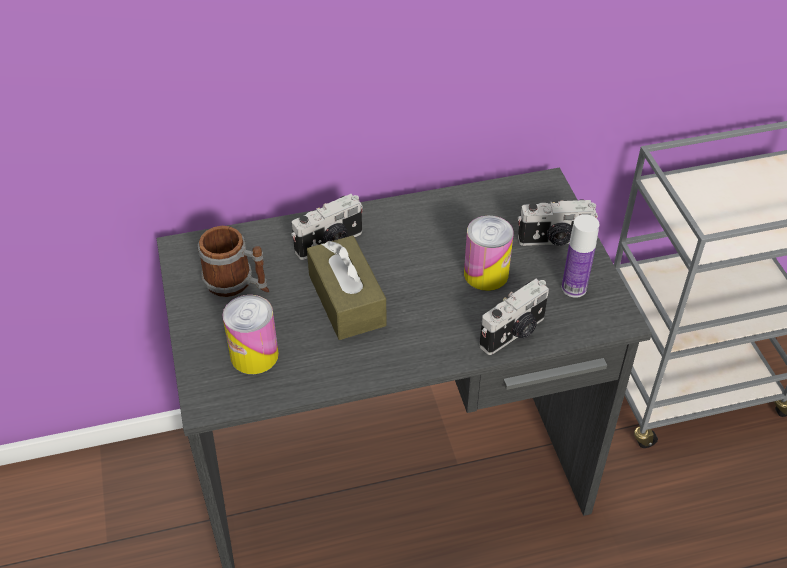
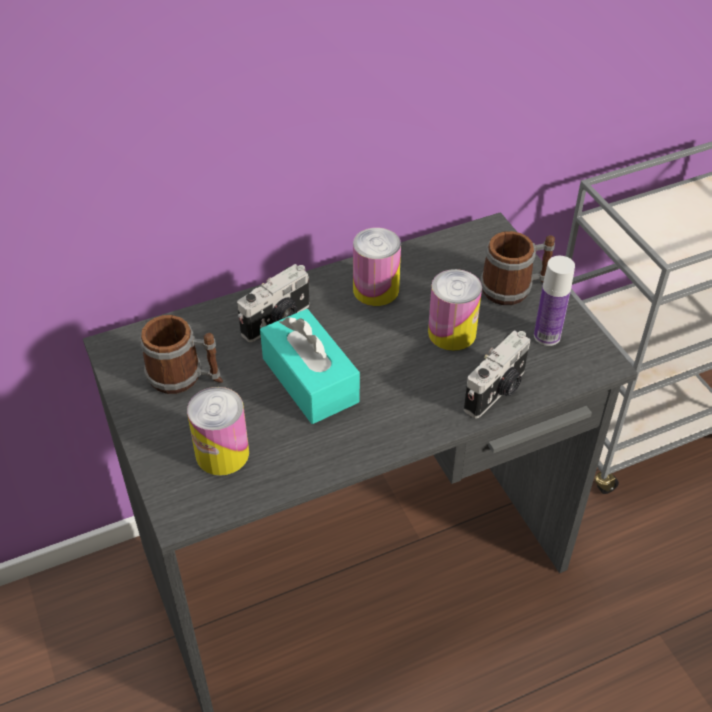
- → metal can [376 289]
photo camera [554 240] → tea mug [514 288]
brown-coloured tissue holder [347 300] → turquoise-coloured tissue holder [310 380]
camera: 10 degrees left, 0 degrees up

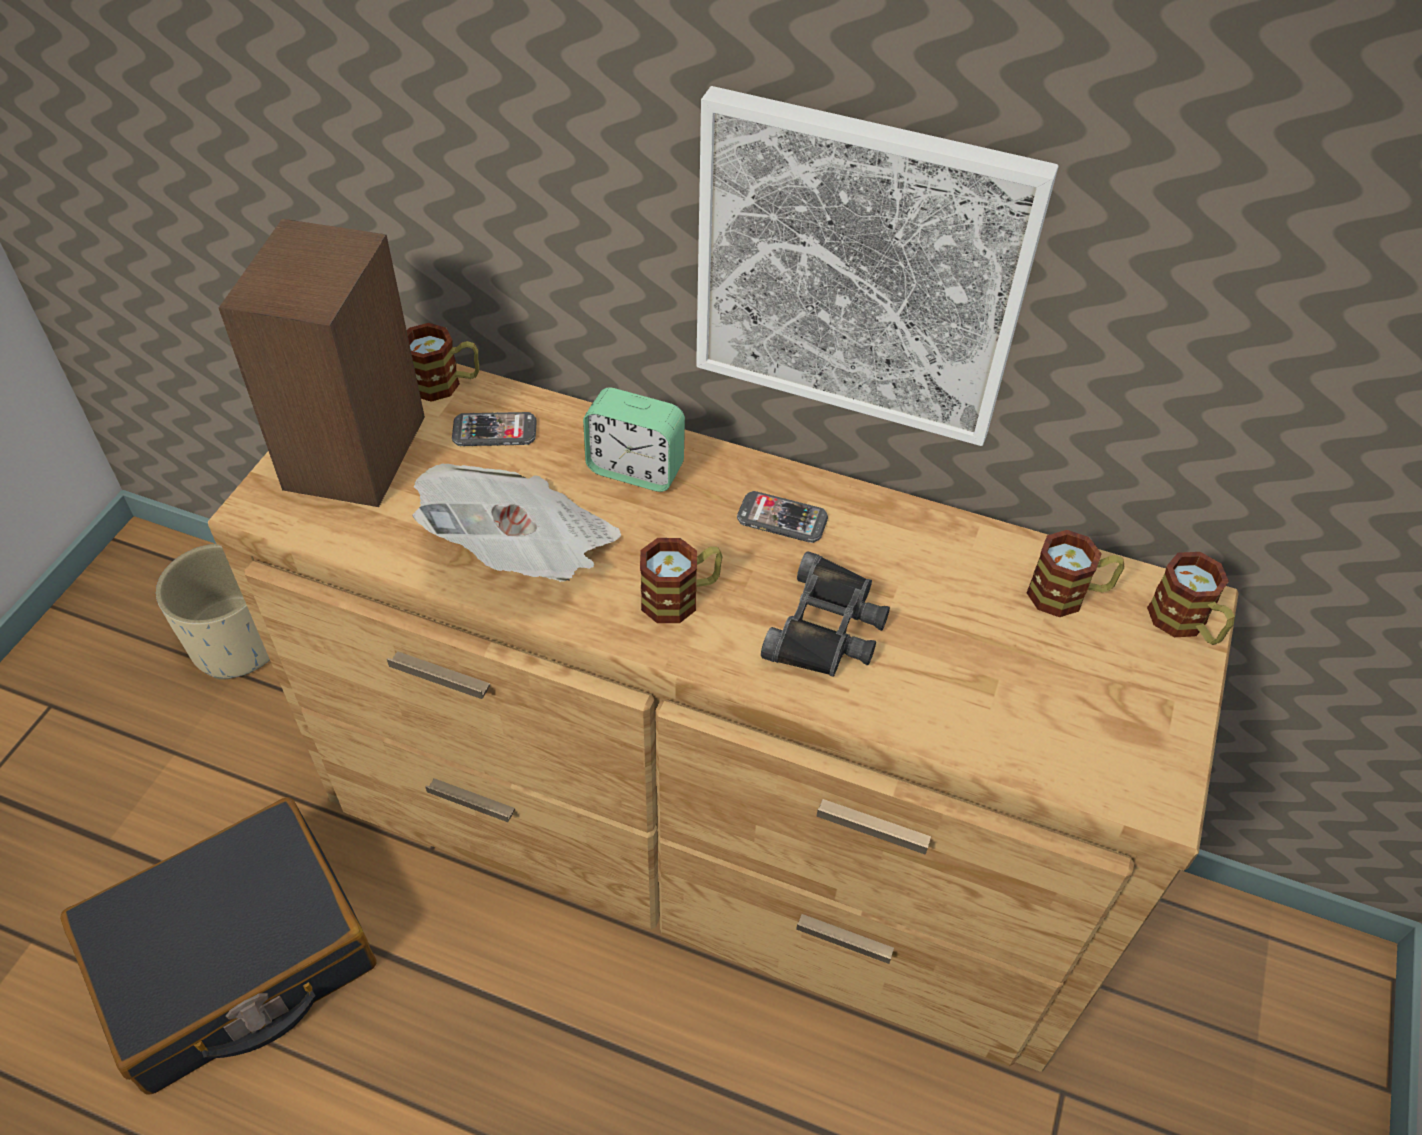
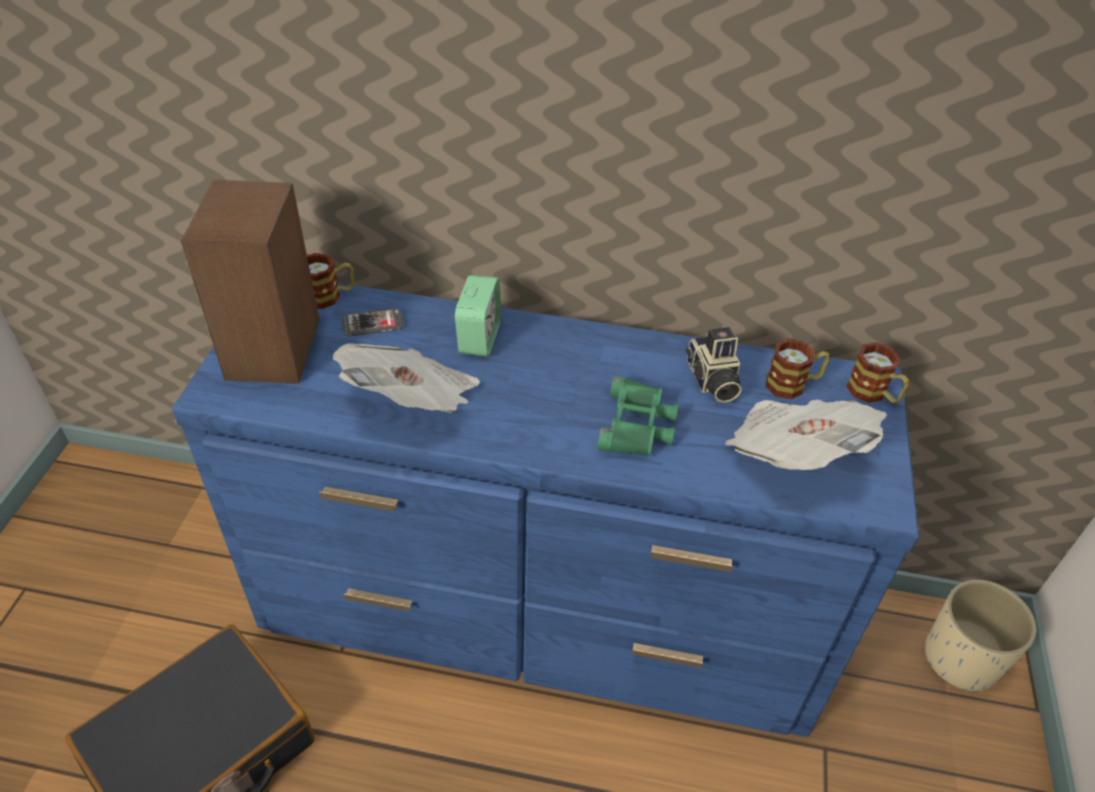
tea mug [681 597] → -
picture [859 271] → -
phone [782 519] → -
- → photo camera [711 381]
- → daily paper [793 454]
beige-coloured planter [238 644] → beige-coloured planter [961 659], relocated
brown-coloured chest of drawers [706 833] → bluish chest of drawers [541 609]
black binoculars [827 627] → green binoculars [638 425]
alarm clock [635 469] → alarm clock [479 338], 90 degrees counterclockwise
camera: 10 degrees left, 5 degrees down

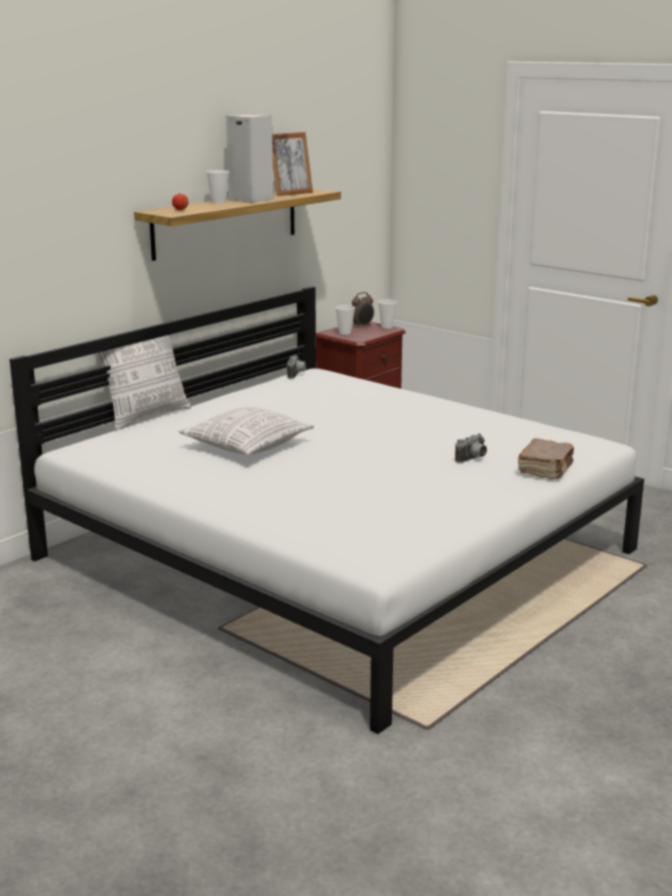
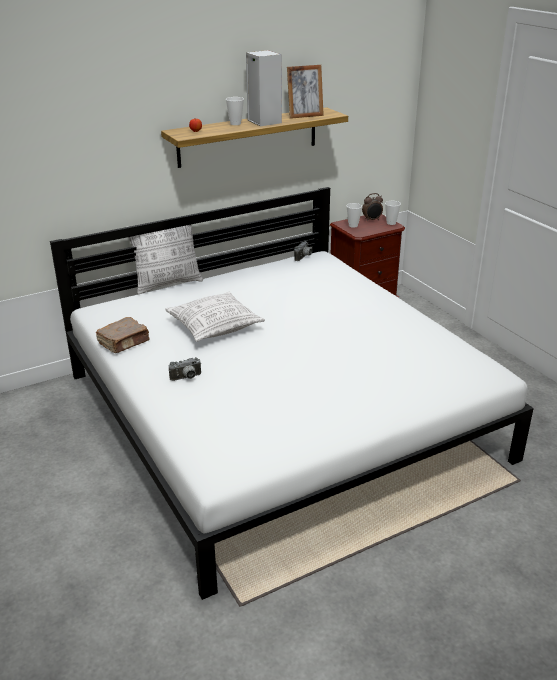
photo camera [473 459] → photo camera [186 378], relocated
brown-coloured book [546 469] → brown-coloured book [124 342], relocated
camera: 20 degrees right, 10 degrees up

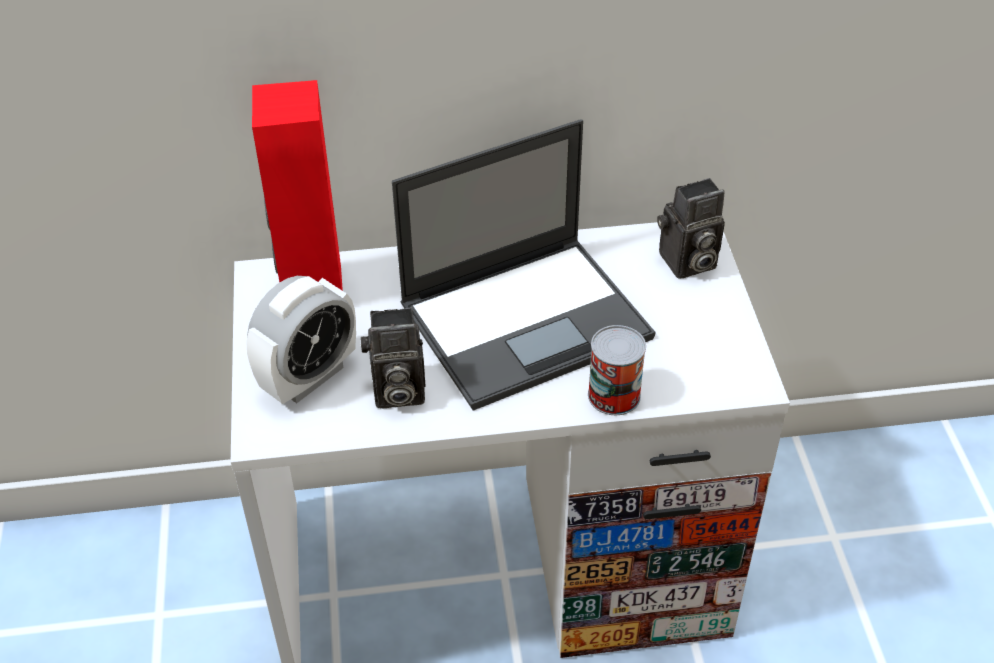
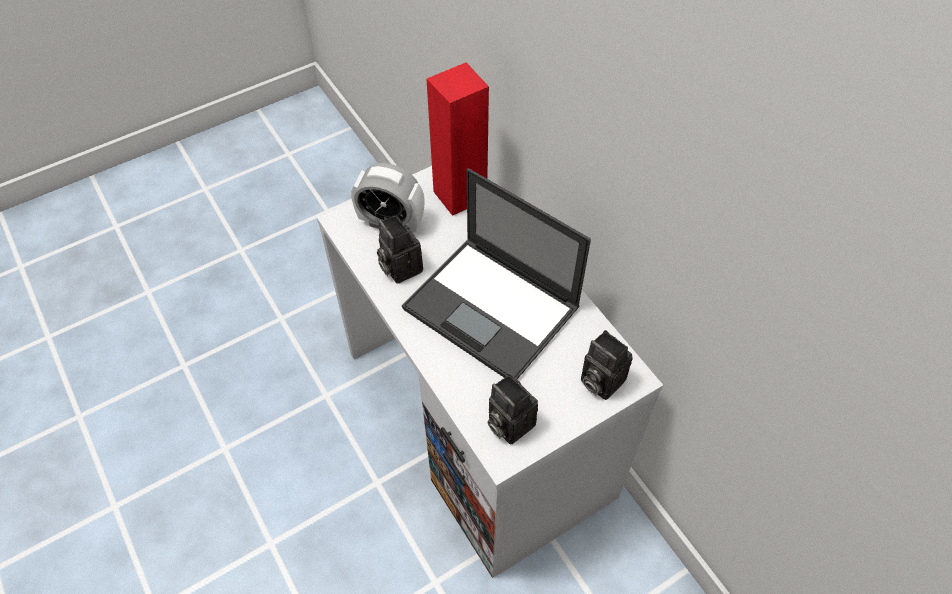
metal can [614 395] → -
- → photo camera [508 423]
camera: 65 degrees right, 10 degrees up

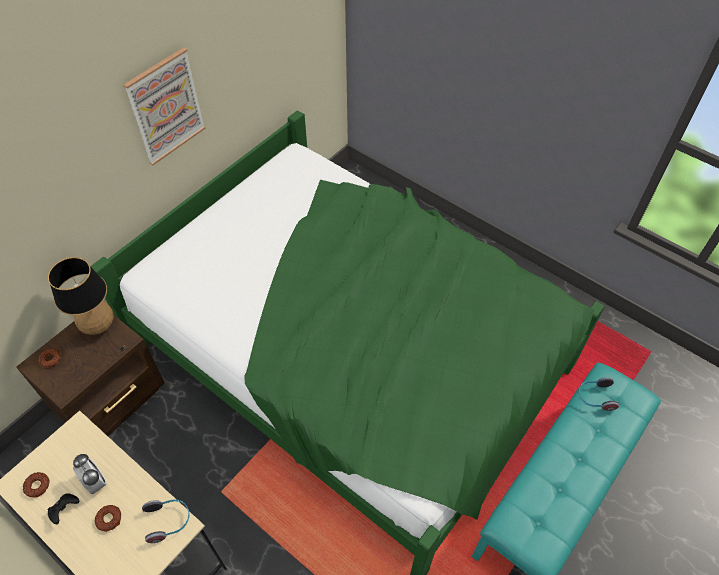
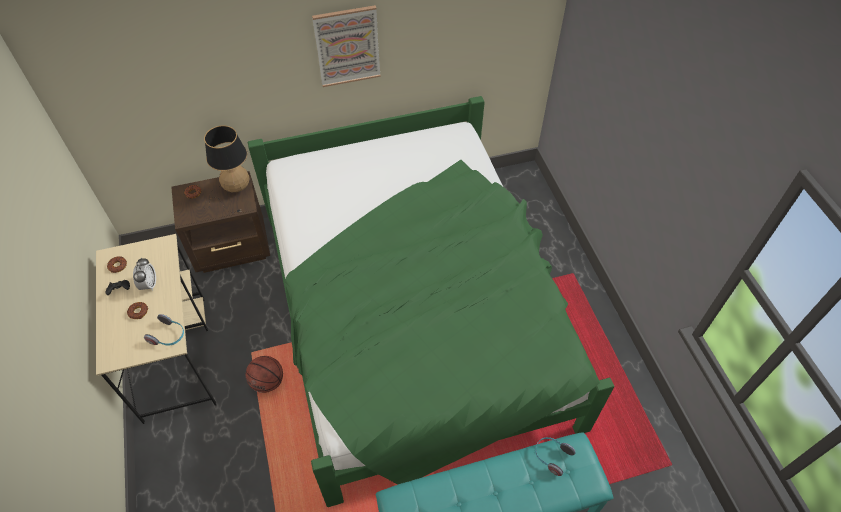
- → ball for basketball [268 382]
camera: 35 degrees right, 0 degrees up

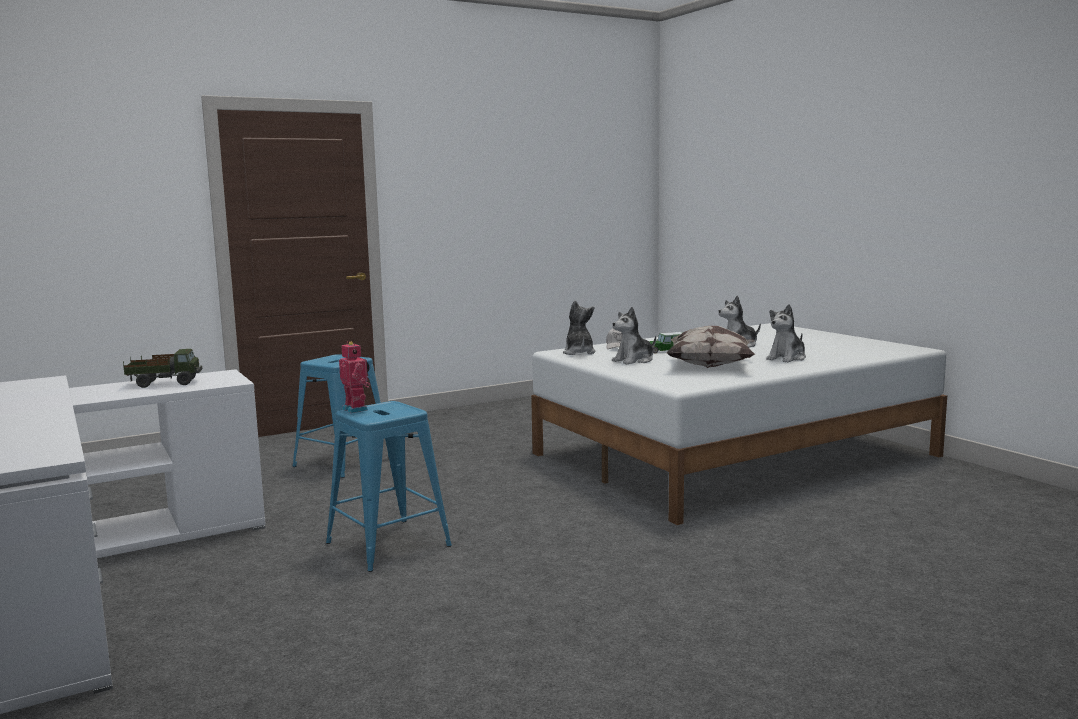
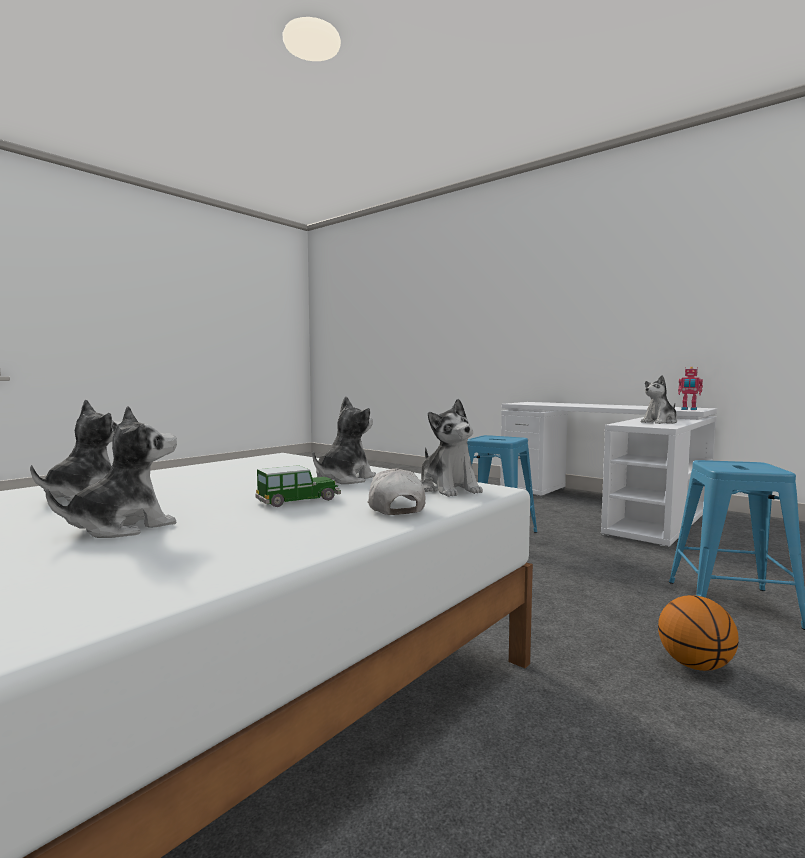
pillow [711 366] → -
- → ball for basketball [694 665]
toy robot [356 409] → toy robot [689 409], relocated
model truck [164 383] → cuddly toy [660 422]
camera: 160 degrees right, 5 degrees down

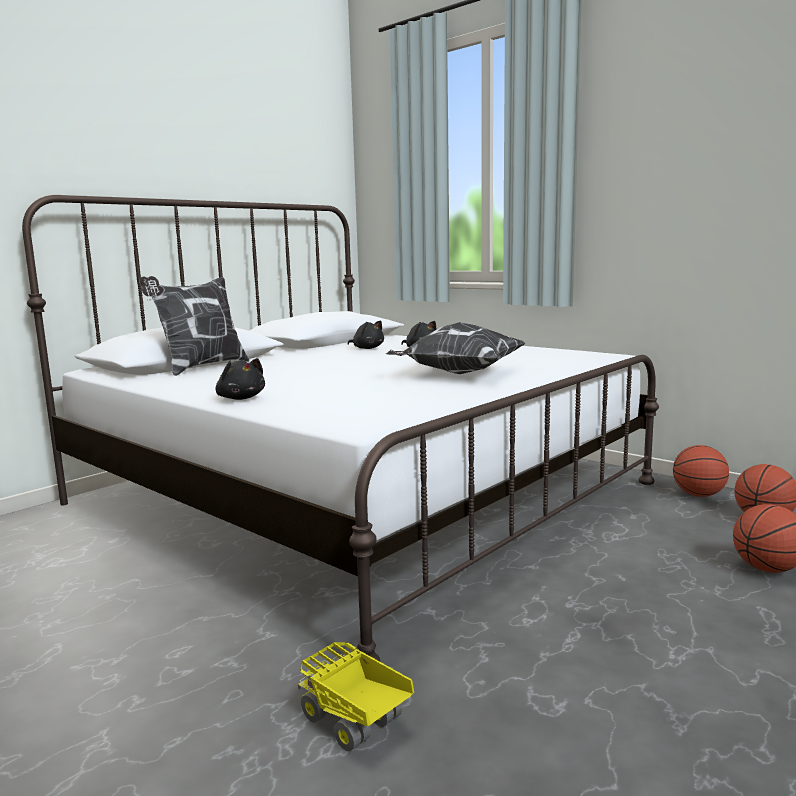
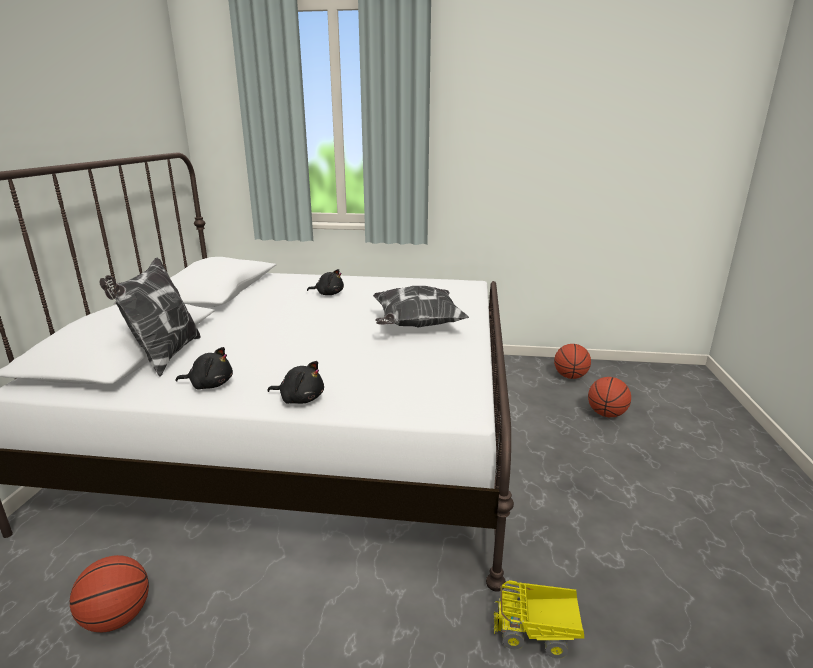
black cuddly toy [367 348] → black cuddly toy [210 385], relocated
ball for basketball [698 495] → ball for basketball [117 617], relocated
camera: 35 degrees left, 10 degrees up

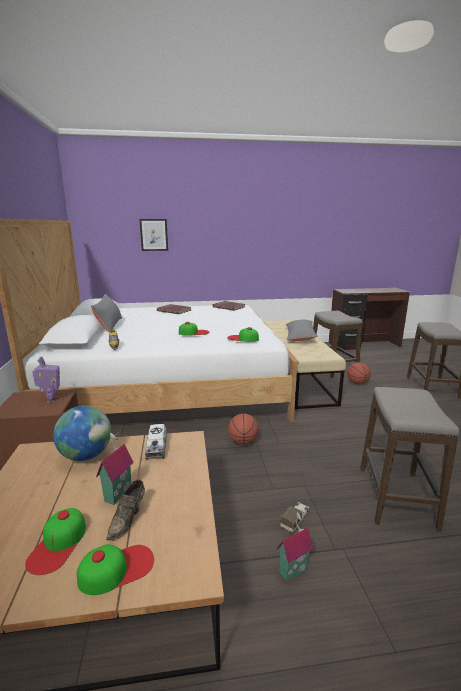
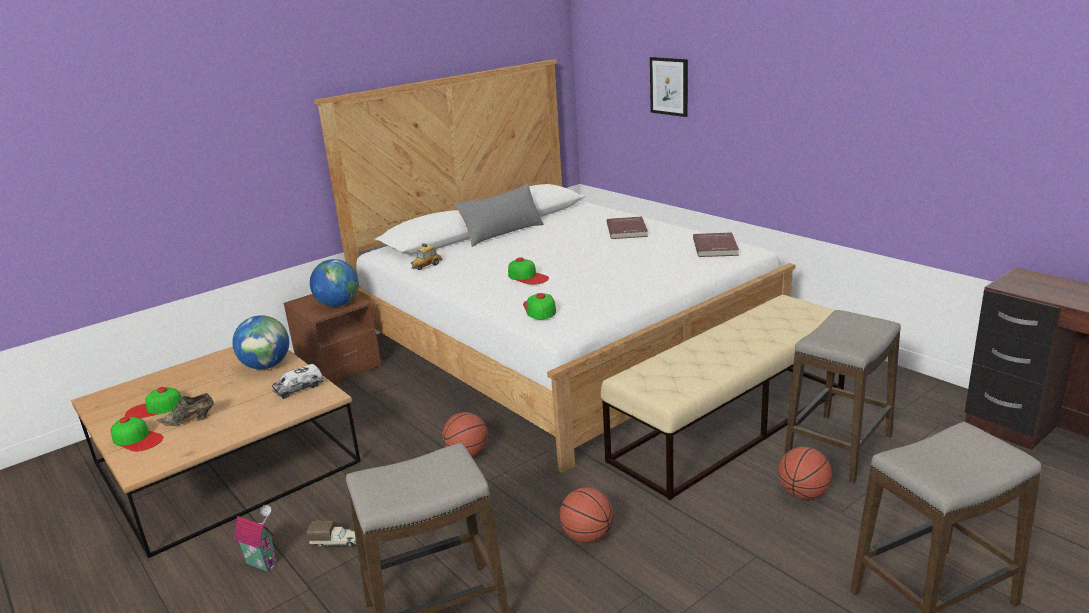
miniature house [117 493] → -
greyish pillow [300 336] → -
- → ball for basketball [588 536]
toy robot [51 399] → globe [338 304]
camera: 60 degrees right, 5 degrees up

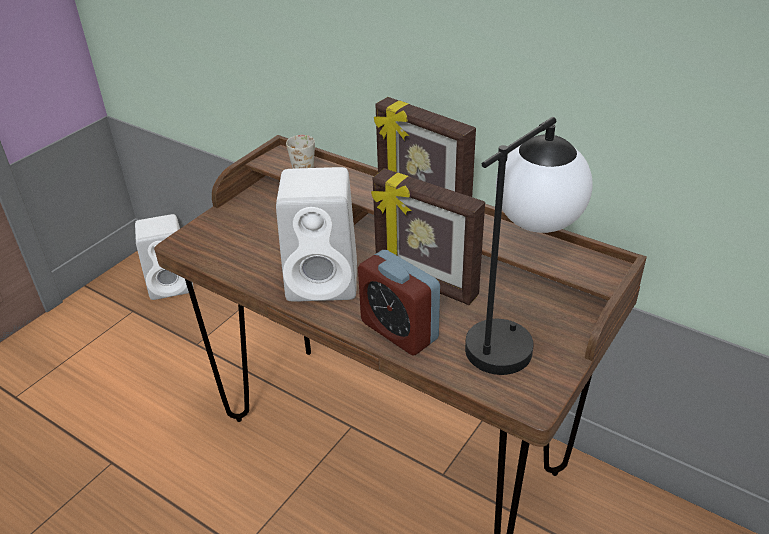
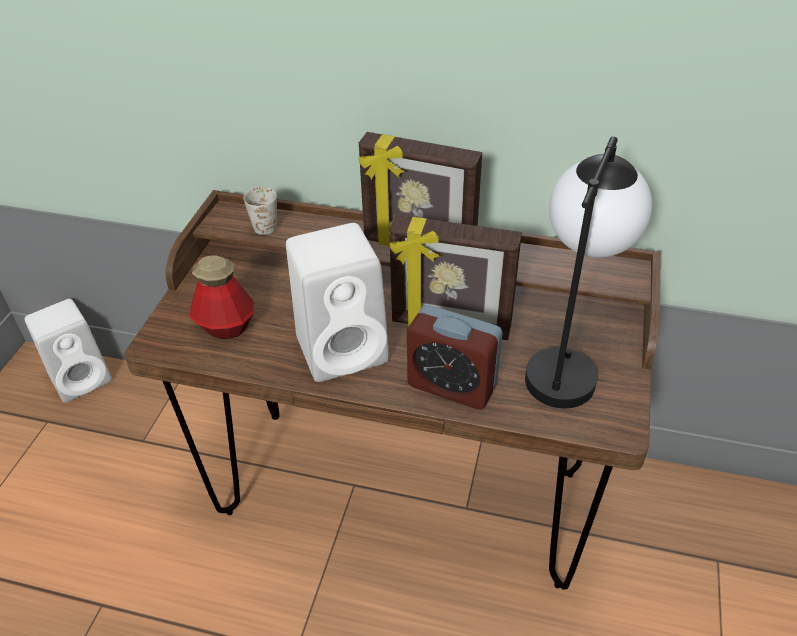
- → drink bottle [226 327]
camera: 20 degrees left, 5 degrees up

